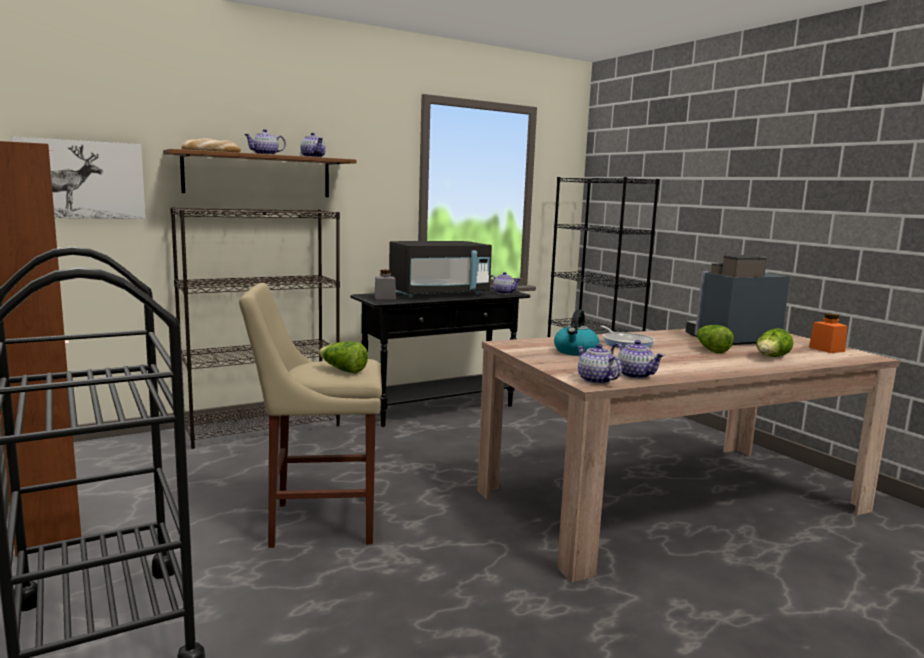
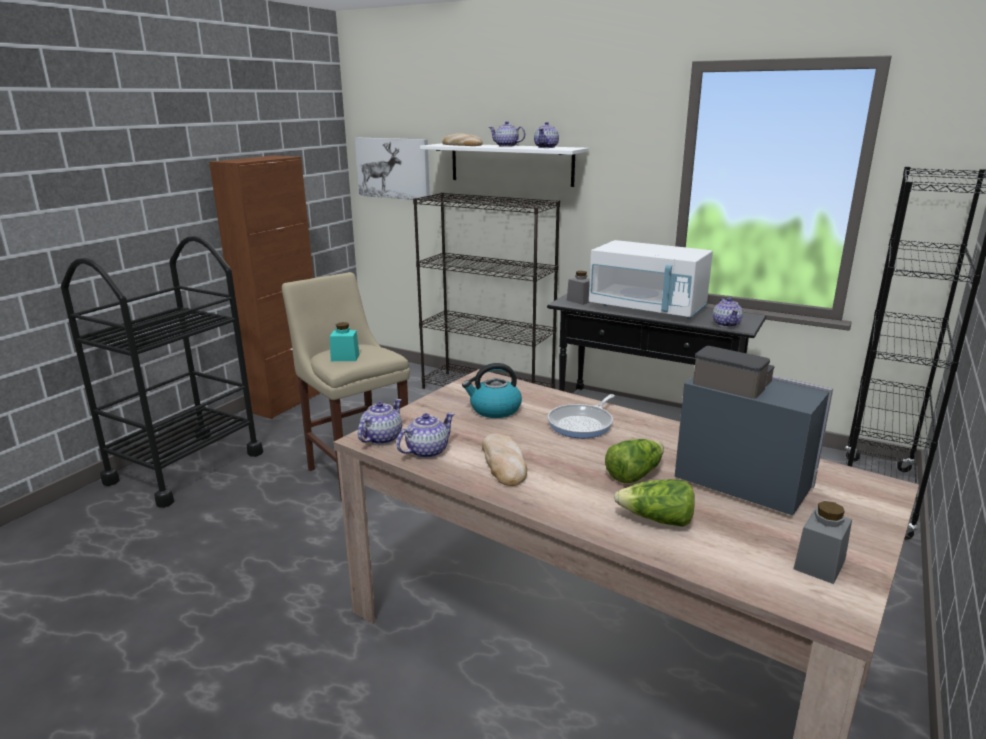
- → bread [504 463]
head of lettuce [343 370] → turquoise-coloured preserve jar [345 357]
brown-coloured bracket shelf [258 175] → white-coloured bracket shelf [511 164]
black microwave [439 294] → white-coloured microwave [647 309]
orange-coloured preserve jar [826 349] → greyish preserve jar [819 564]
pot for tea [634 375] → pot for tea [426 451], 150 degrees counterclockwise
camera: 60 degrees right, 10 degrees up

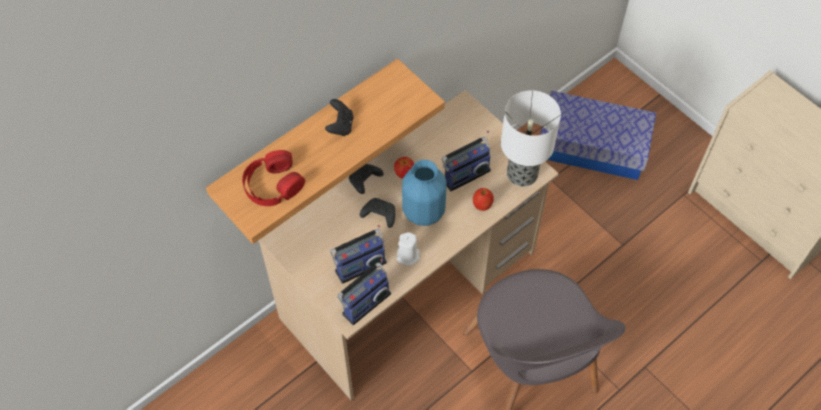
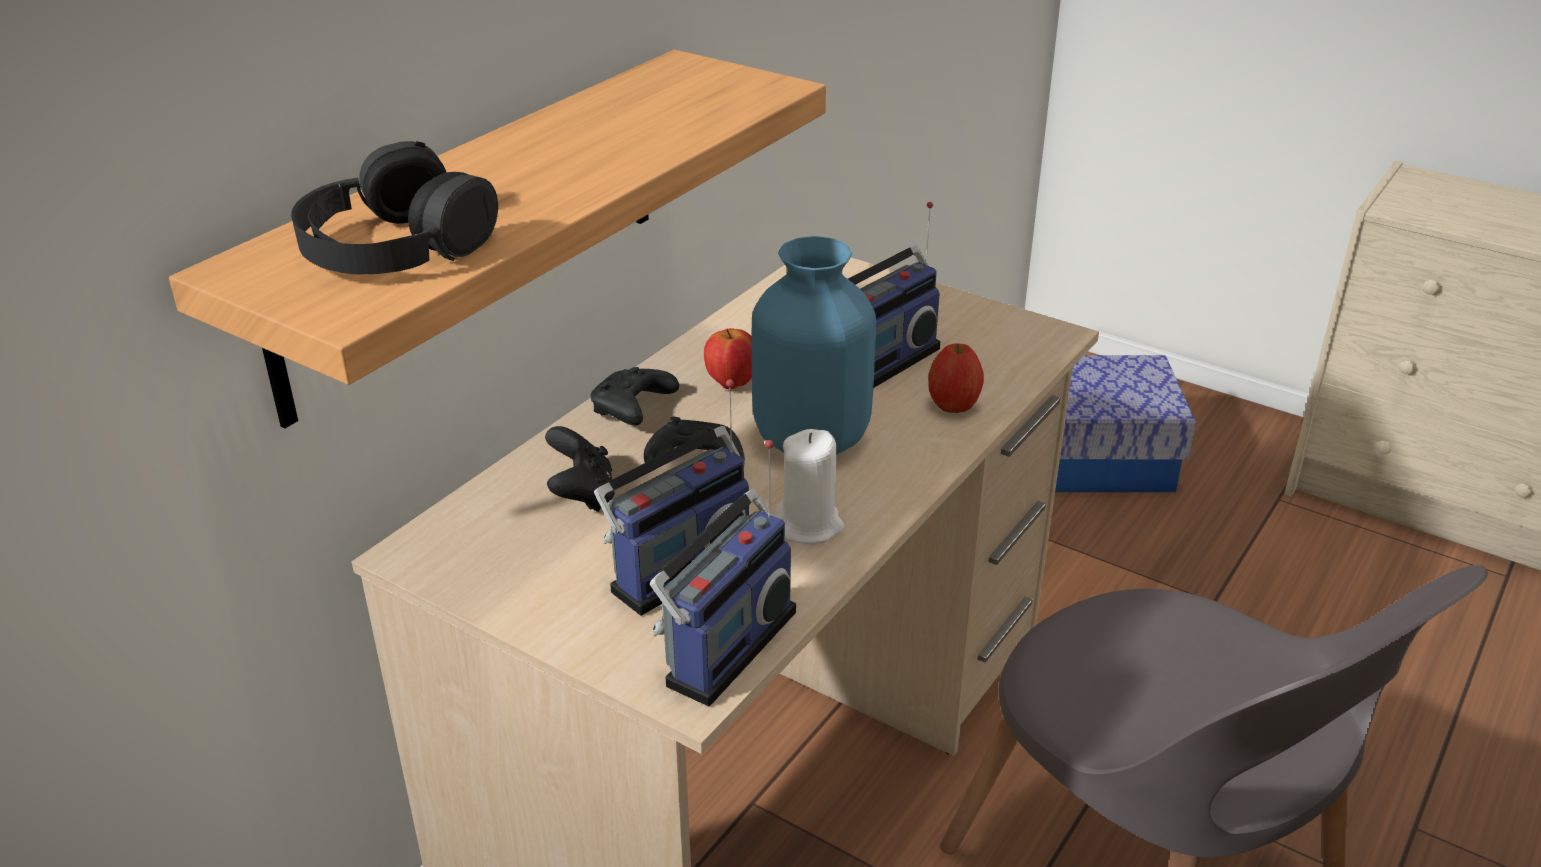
table lamp [521 174] → -
black joypad [340 126] → black joypad [582 495], relocated
red-coloured headphones [273 184] → black headphones [394 244]
camera: 15 degrees left, 25 degrees down

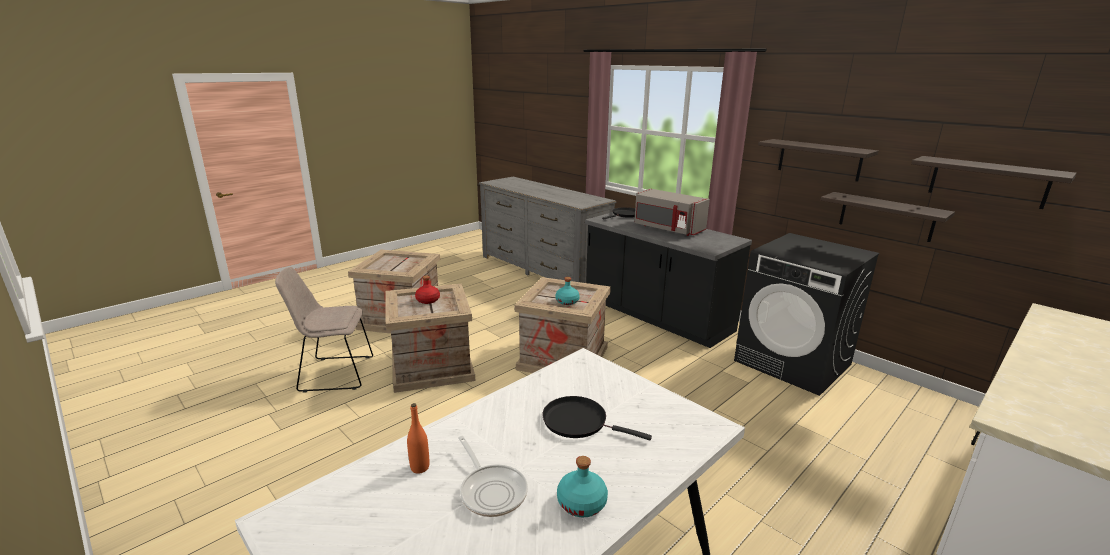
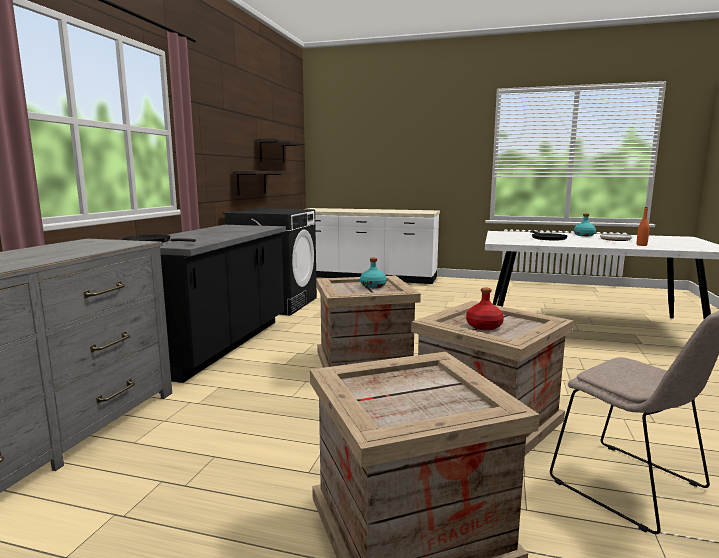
greyish microwave [667 229] → -
bracket shelf [819 159] → -
camera: 120 degrees left, 10 degrees down

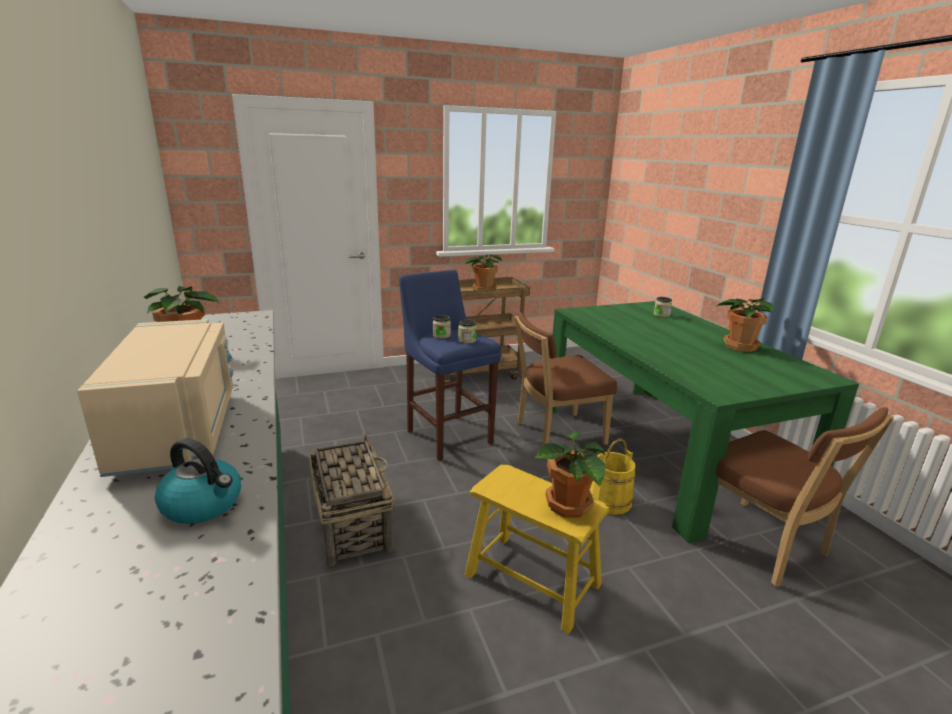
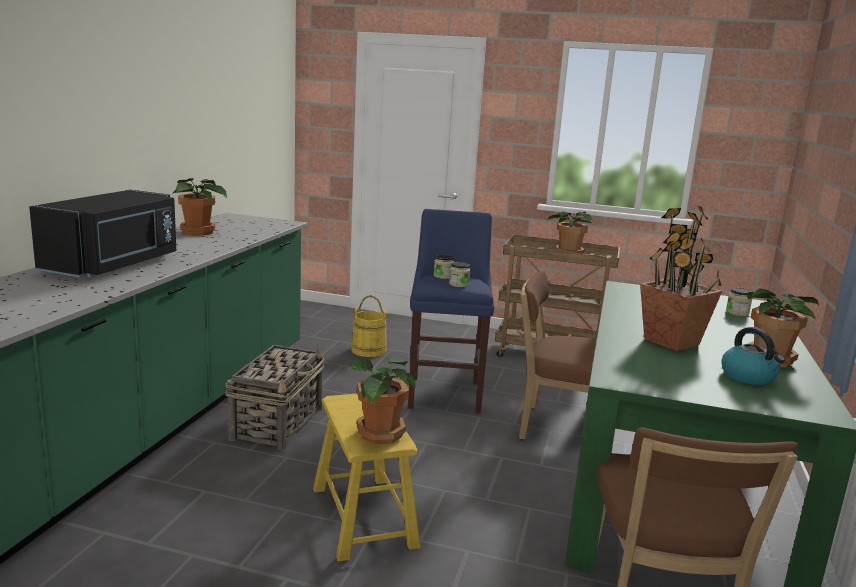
- → plant in a pot [671 342]
water kettle [204 505] → water kettle [749 377], relocated
yellow-coloured pail [609 500] → yellow-coloured pail [369 350], relocated
beige-coloured microwave [181 429] → black microwave [114 265]
camera: 35 degrees right, 5 degrees down

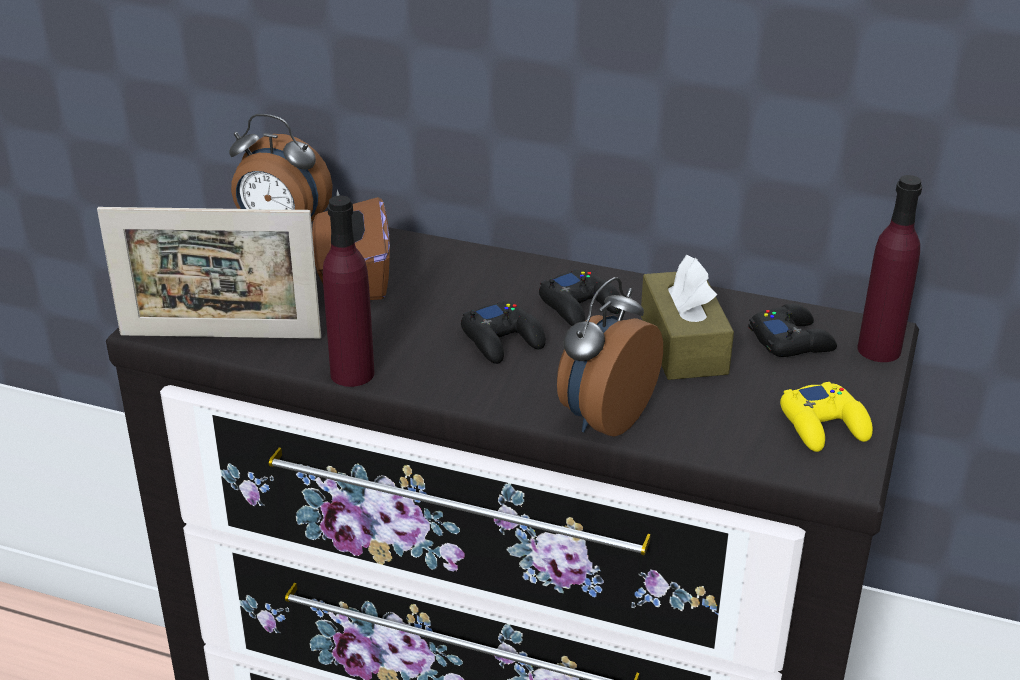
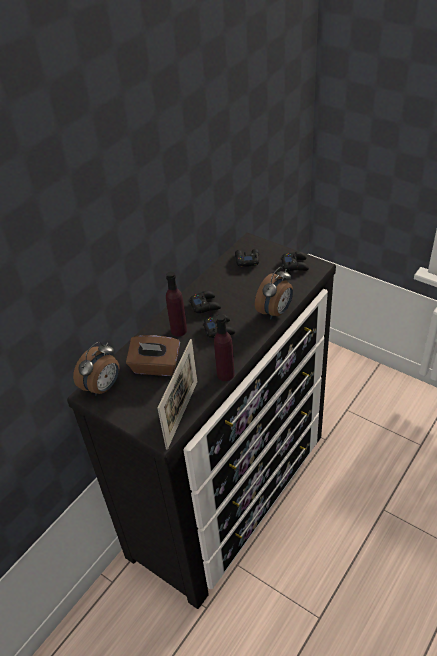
brown-coloured tissue holder [683 344] → -
purple-coloured drink bottle [879 350] → purple-coloured drink bottle [179 330], relocated
yellow-coloured joypad [824 425] → black joypad [295 264]
alarm clock [603 417] → alarm clock [275 312], 105 degrees counterclockwise
camera: 70 degrees left, 10 degrees up

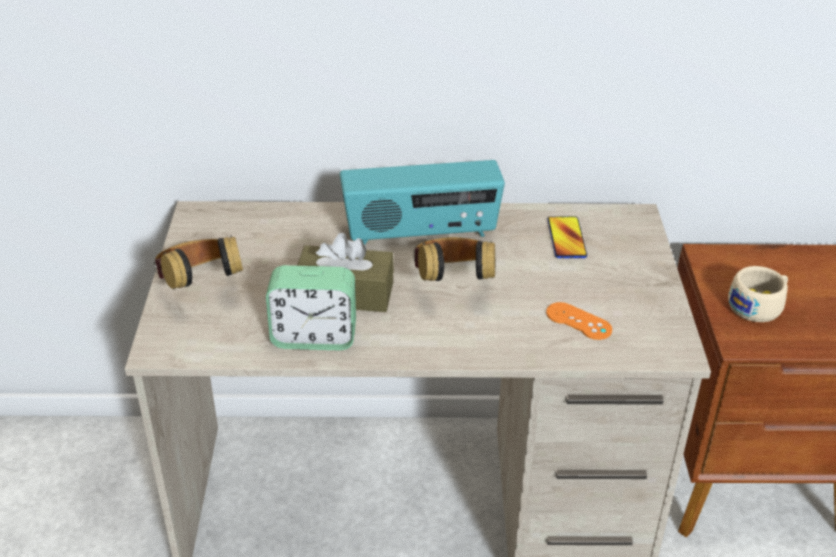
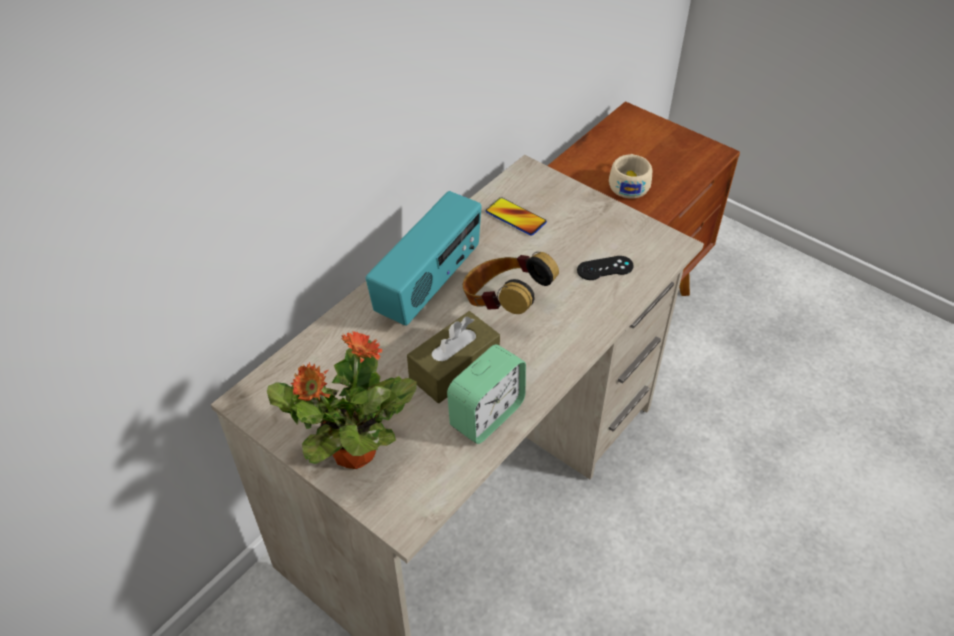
headphones [201 287] → plant in a pot [352 451]
orange-coloured joypad [578 321] → black joypad [605 268]
camera: 50 degrees left, 10 degrees up

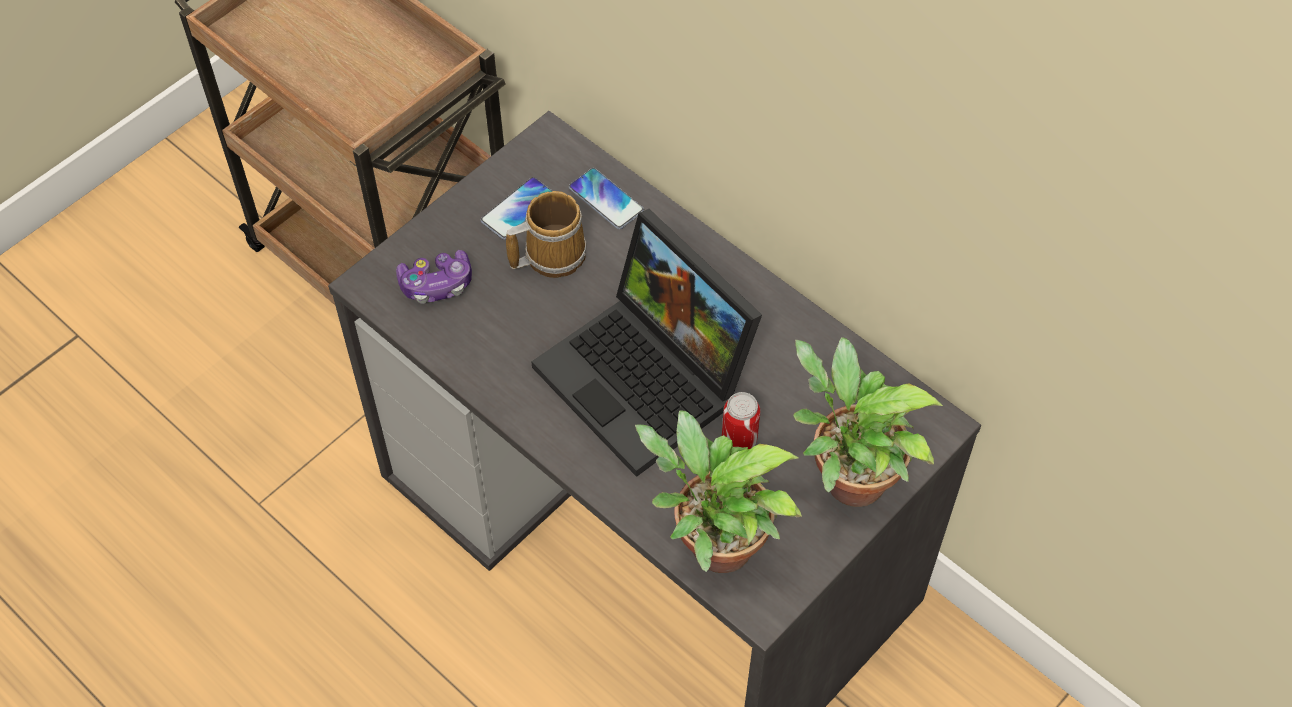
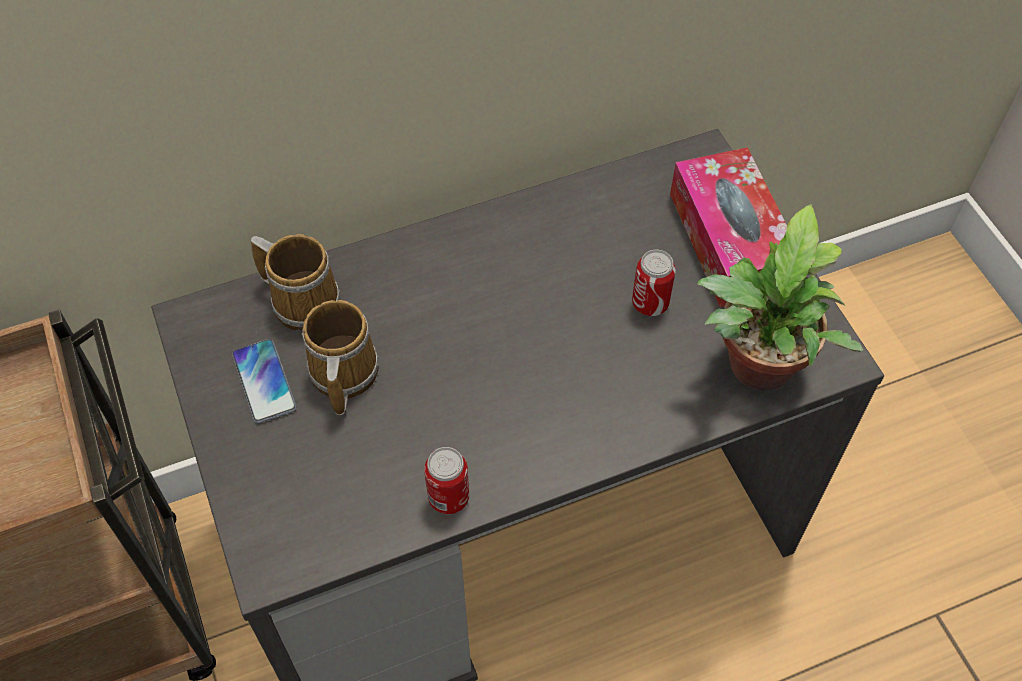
joypad [436 284] → -
laptop [650 379] → -
- → metal can [448 497]
phone [606 199] → tea mug [304 300]
plant in a pot [846 478] → tissue holder [730 241]
camera: 65 degrees left, 0 degrees up

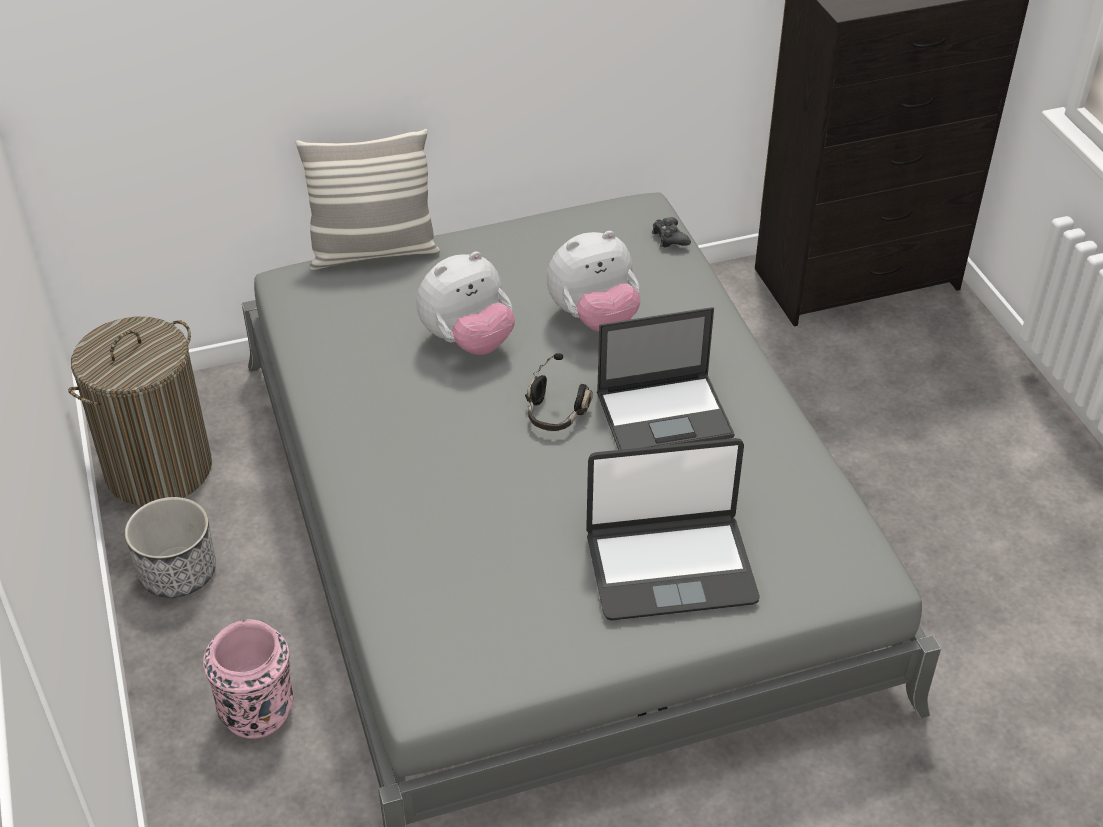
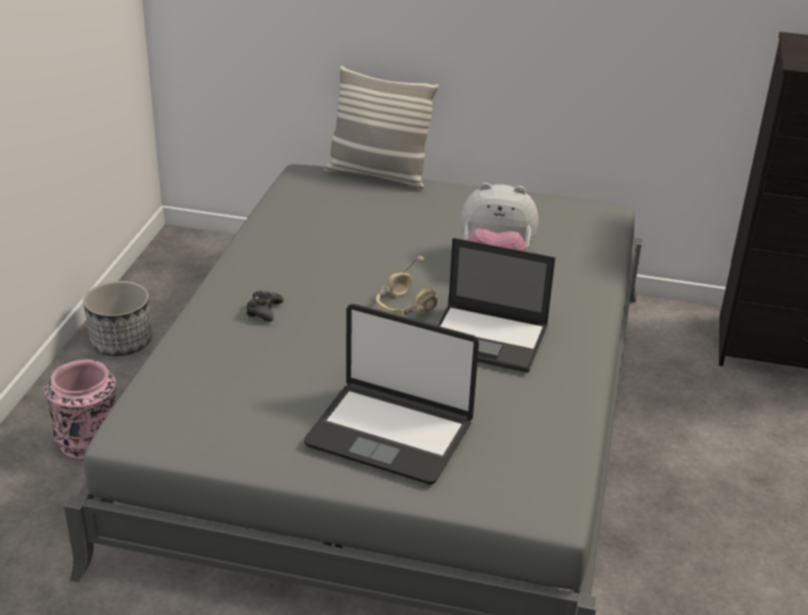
washing basket [159 469] → -
cuddly toy [468 341] → -
black joypad [669 238] → black joypad [264 311], relocated
black headphones [555 414] → beige-coloured headphones [403 307]
camera: 30 degrees right, 10 degrees down

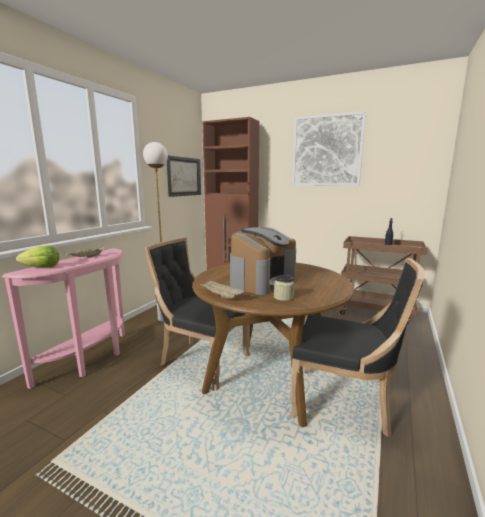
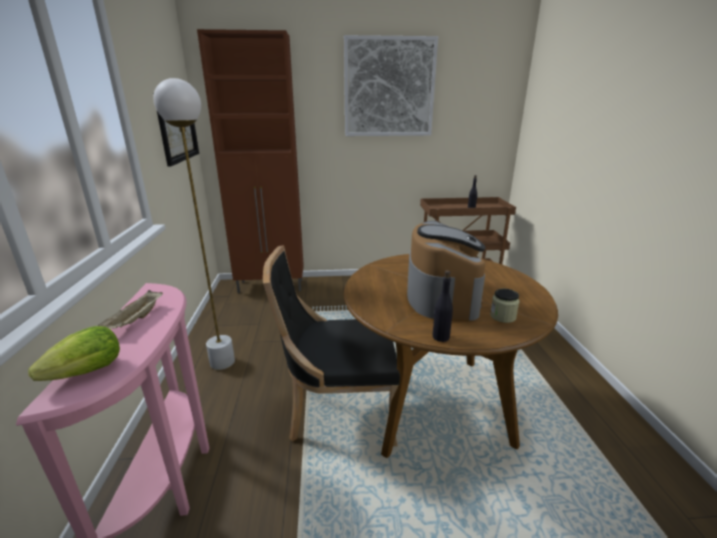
black upright chair [345 403] → -
beige-coloured serving tray [221 296] → black drink bottle [440 337]
camera: 30 degrees left, 10 degrees up

